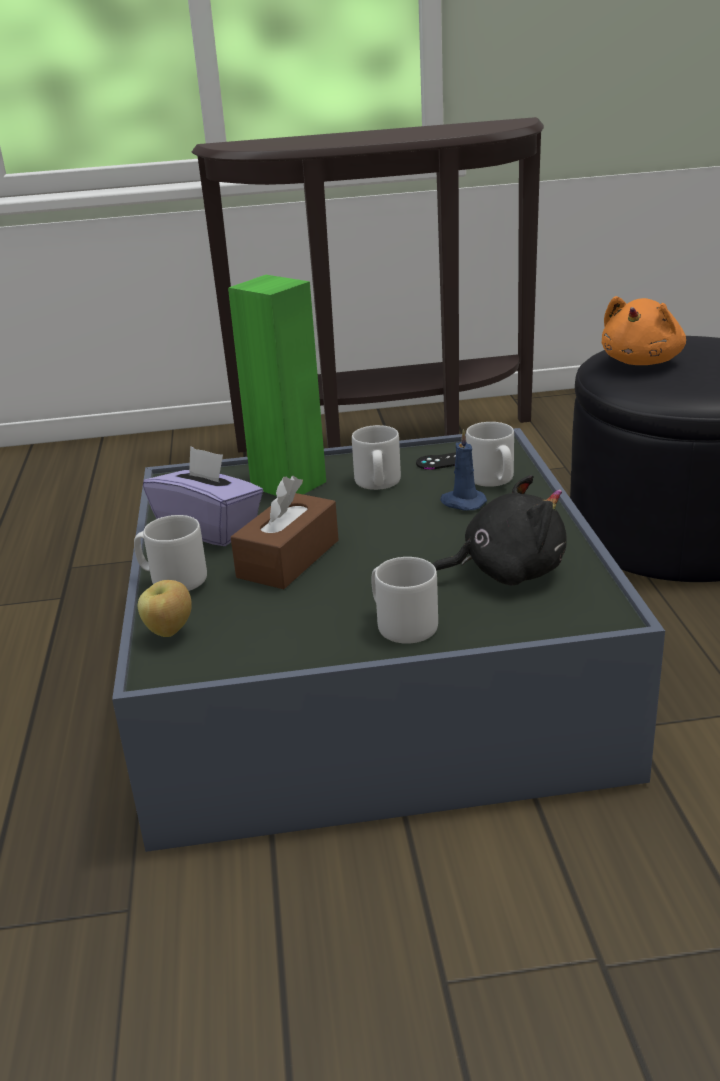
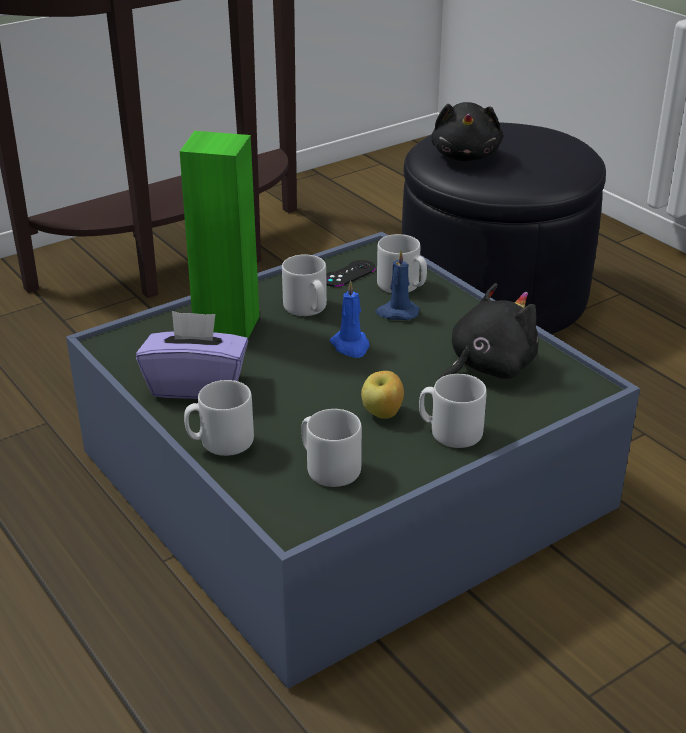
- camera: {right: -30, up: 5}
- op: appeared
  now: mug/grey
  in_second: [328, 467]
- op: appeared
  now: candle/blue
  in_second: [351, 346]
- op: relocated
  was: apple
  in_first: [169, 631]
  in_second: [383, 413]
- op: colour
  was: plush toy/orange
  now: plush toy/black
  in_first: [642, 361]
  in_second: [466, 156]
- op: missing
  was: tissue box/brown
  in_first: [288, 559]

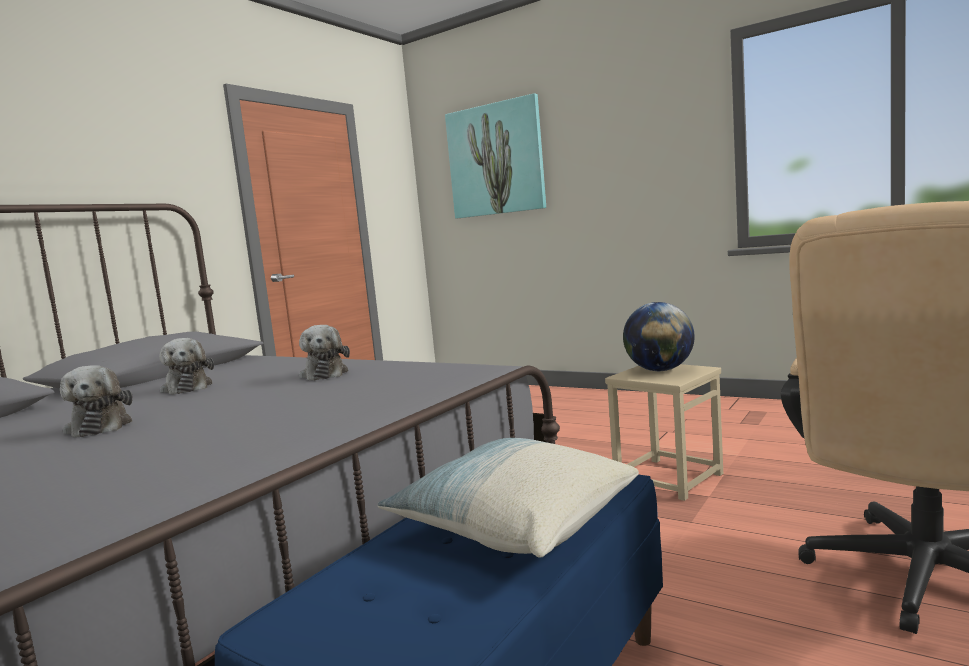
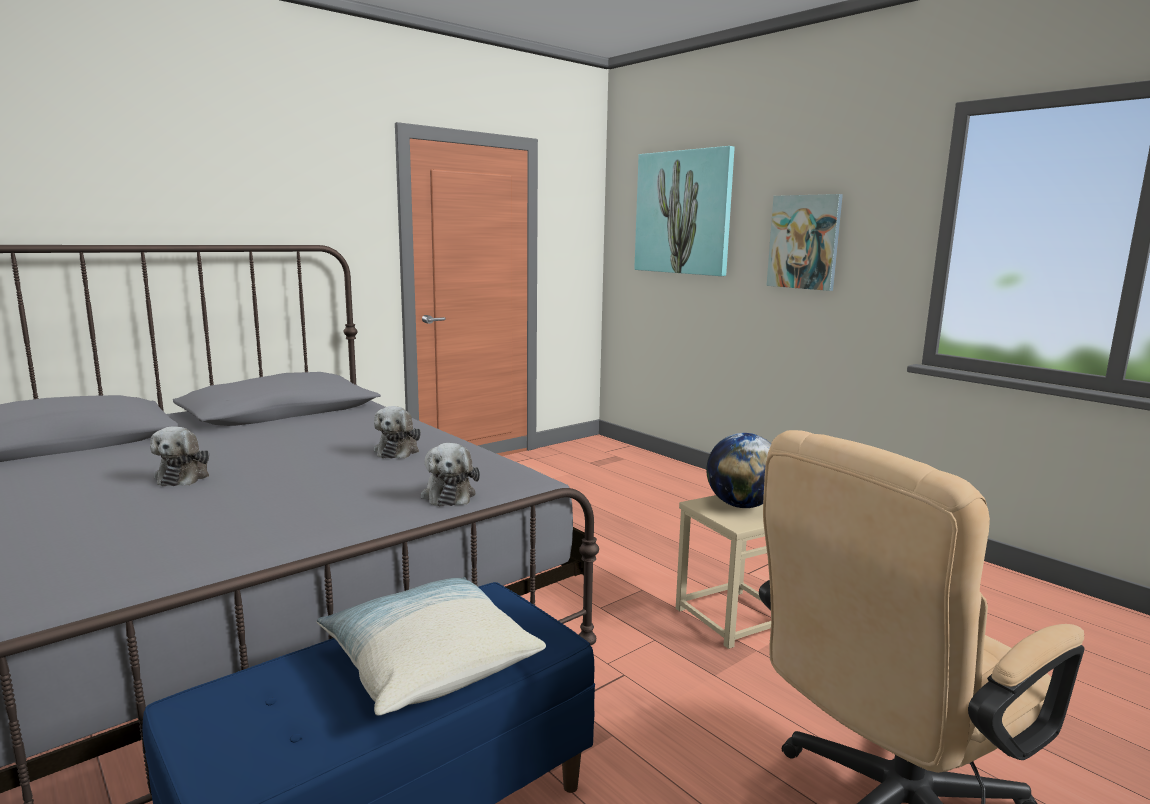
- camera: {right: 15, up: 5}
- op: relocated
  was: plush toy
  in_first: [187, 387]
  in_second: [448, 494]
- op: appeared
  now: picture
  in_second: [804, 242]

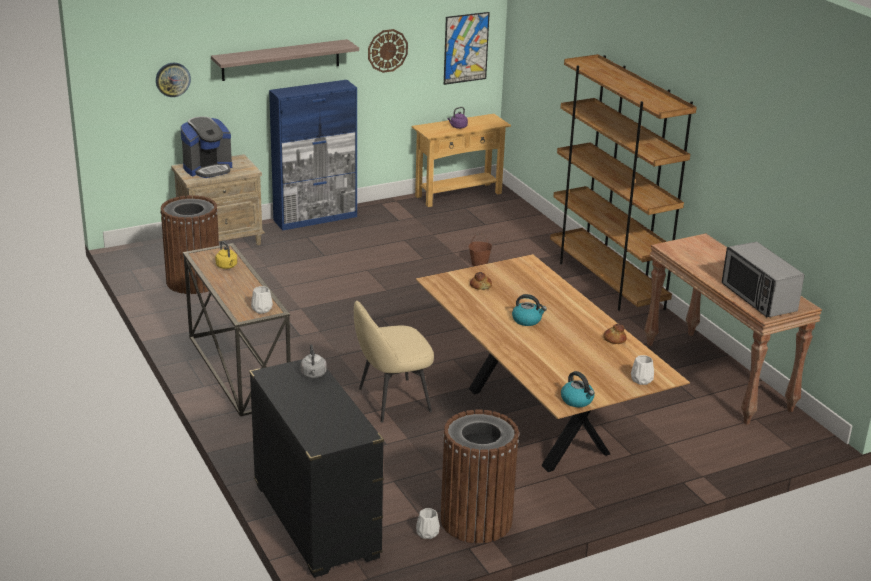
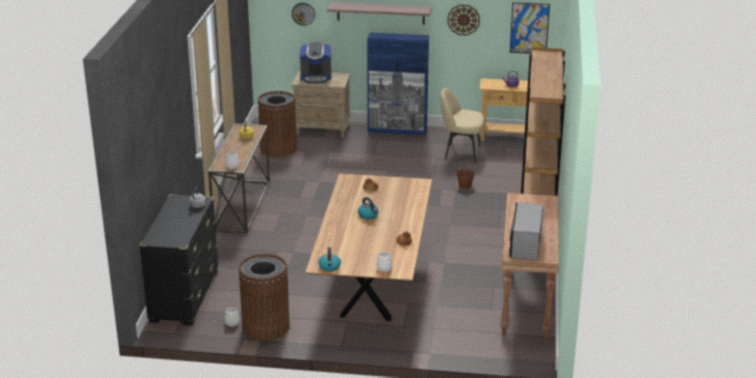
- camera: {right: 35, up: 0}
- op: relocated
  was: chair/beige
  in_first: [392, 400]
  in_second: [461, 153]

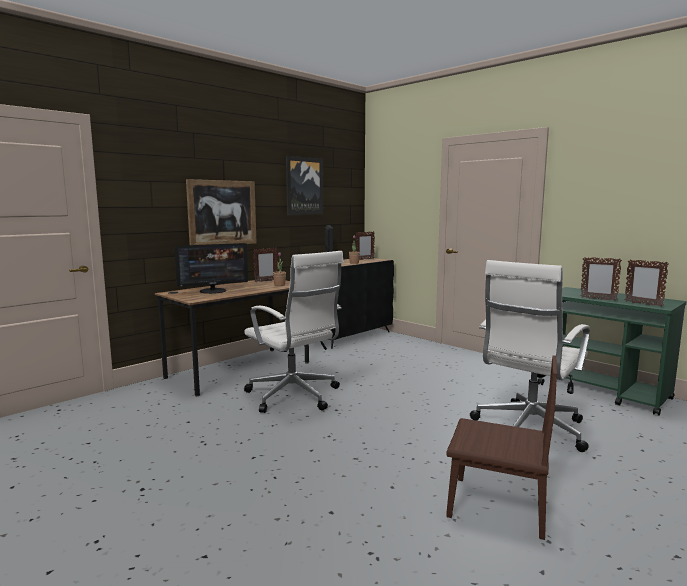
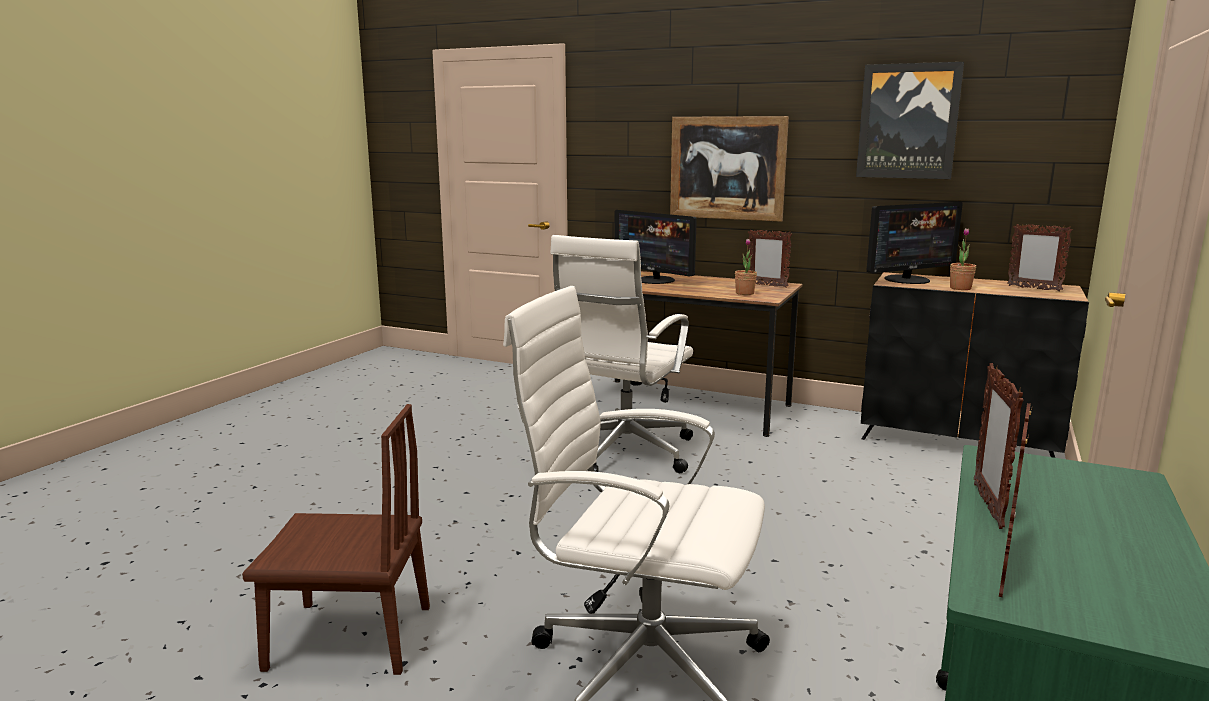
- camera: {right: 70, up: 5}
- op: spun
  was: chair/brown
  in_first: [497, 506]
  in_second: [349, 637]
  clockwise: -90

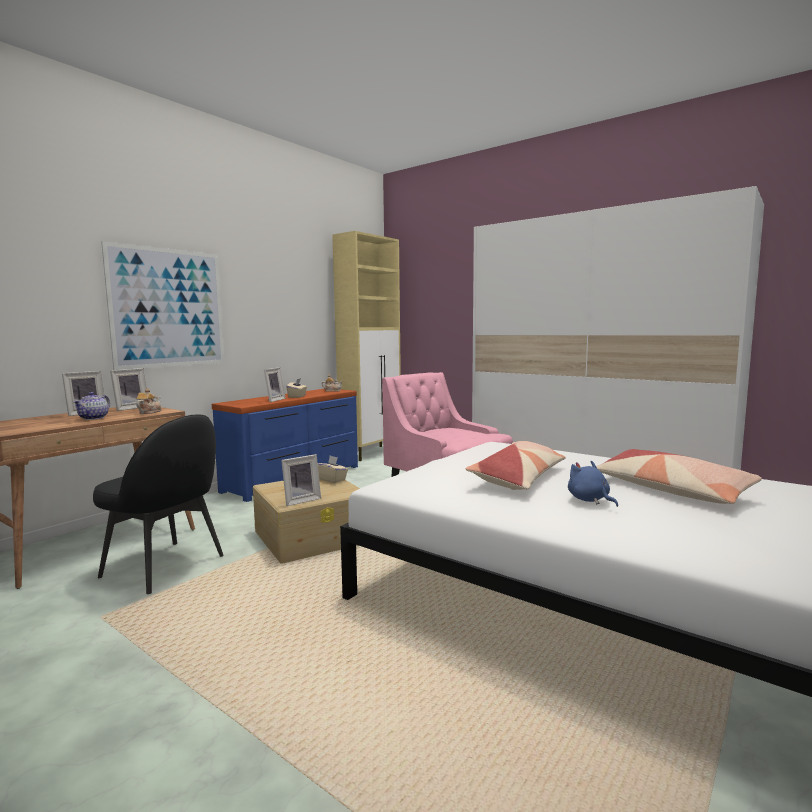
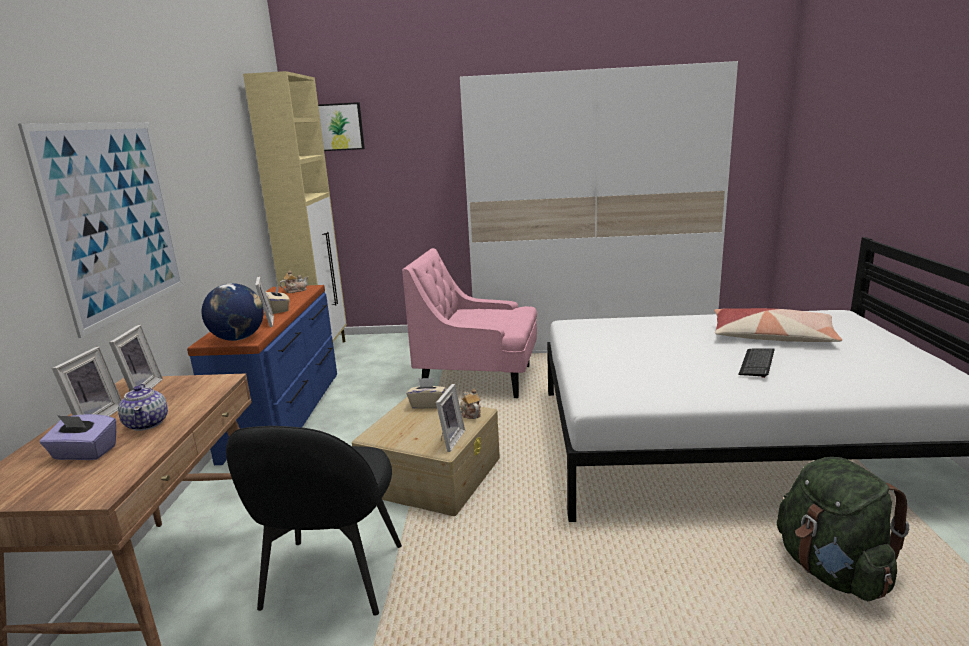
- camera: {right: -35, up: 10}
- op: appeared
  now: tissue box/purple
  in_second: [84, 453]
- op: appeared
  now: globe
  in_second: [238, 338]
- op: spun
  was: chair/black
  in_first: [165, 567]
  in_second: [332, 579]
  clockwise: 105
- op: appeared
  now: picture
  in_second: [340, 127]
- op: relocated
  was: teapot
  in_first: [149, 412]
  in_second: [470, 414]
- op: exchanged
  was: plush toy/blue
  now: keyboard
  in_first: [590, 500]
  in_second: [756, 363]
- op: appeared
  now: backpack/green
  in_second: [831, 570]
- op: missing
  was: pillow
  in_first: [519, 478]

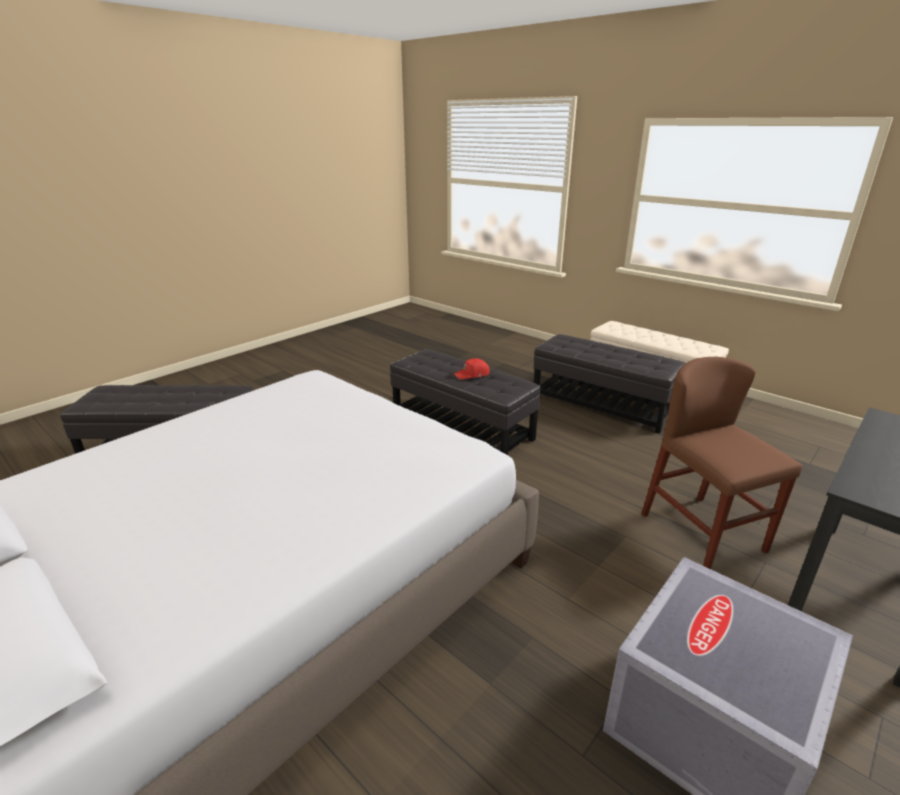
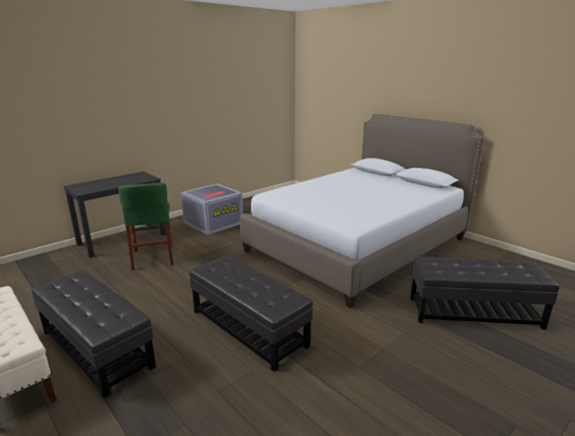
- camera: {right: -175, up: -5}
- op: colour
  was: chair/brown
  now: chair/green
  in_first: [702, 532]
  in_second: [153, 257]
- op: missing
  was: cap/red
  in_first: [472, 374]

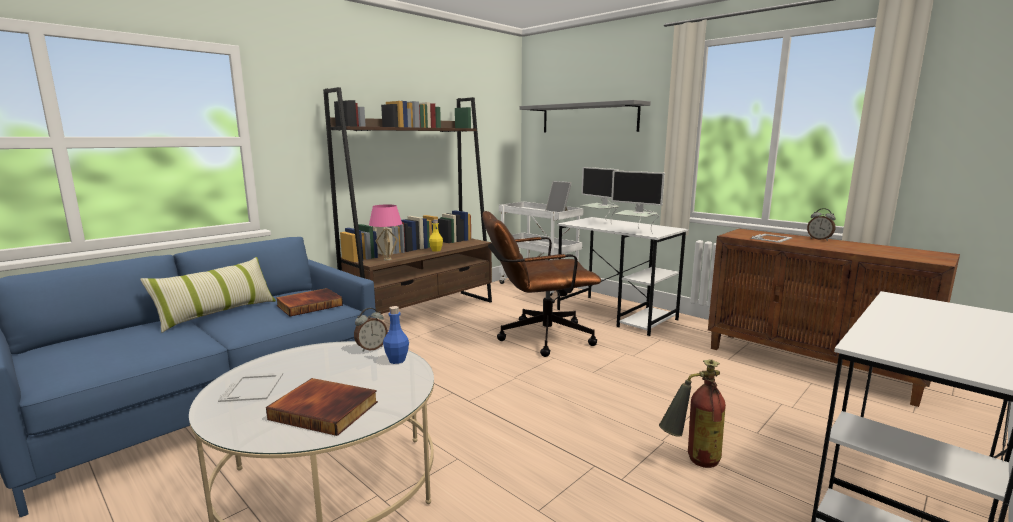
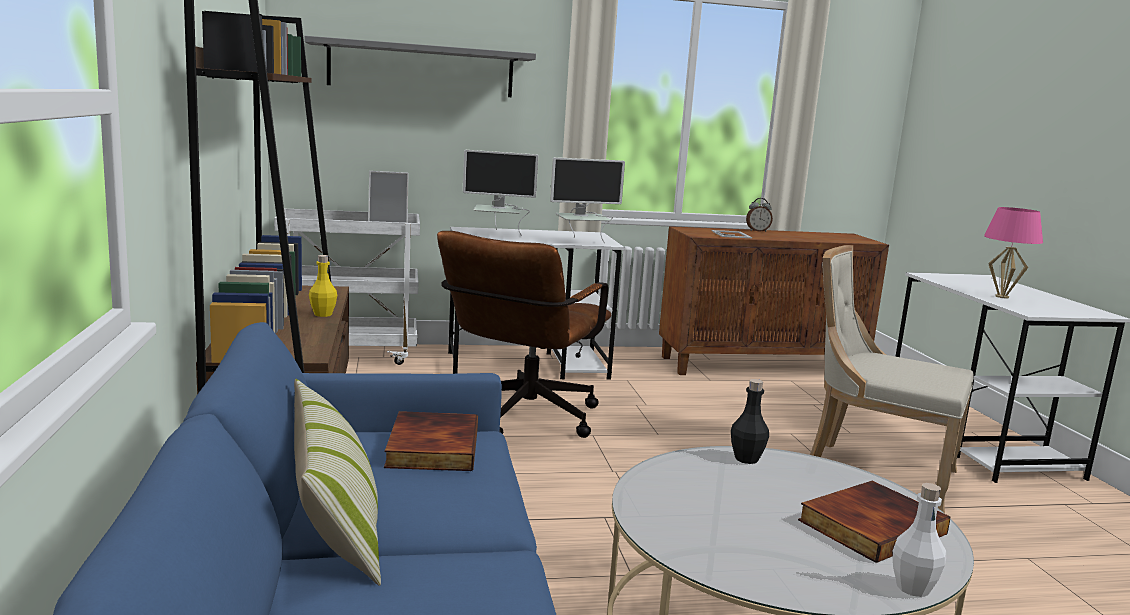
- camera: {right: -55, up: 0}
- op: colour
  was: bottle/blue
  now: bottle/black
  in_first: [397, 360]
  in_second: [746, 459]
- op: exchanged
  was: fire extinguisher
  now: chair/beige
  in_first: [691, 461]
  in_second: [873, 473]
- op: appeared
  now: bottle/white
  in_second: [913, 588]
- op: relocated
  was: table lamp/pink
  in_first: [387, 259]
  in_second: [1002, 297]
- op: missing
  was: picture frame
  in_first: [253, 386]
- op: missing
  was: alarm clock
  in_first: [371, 348]

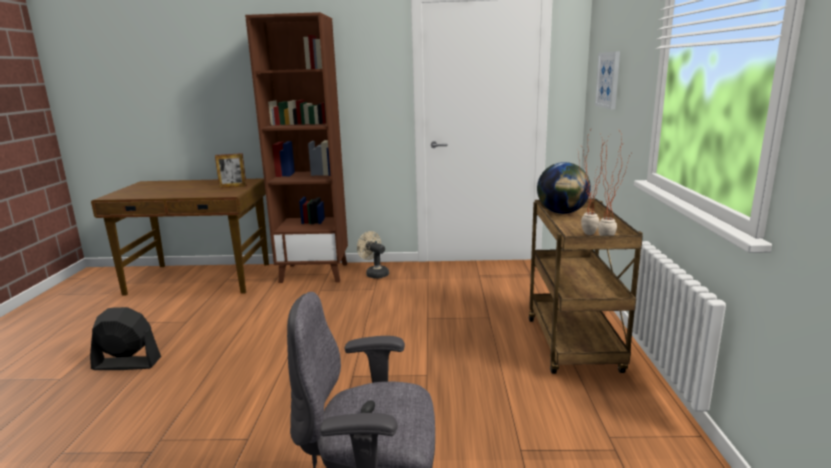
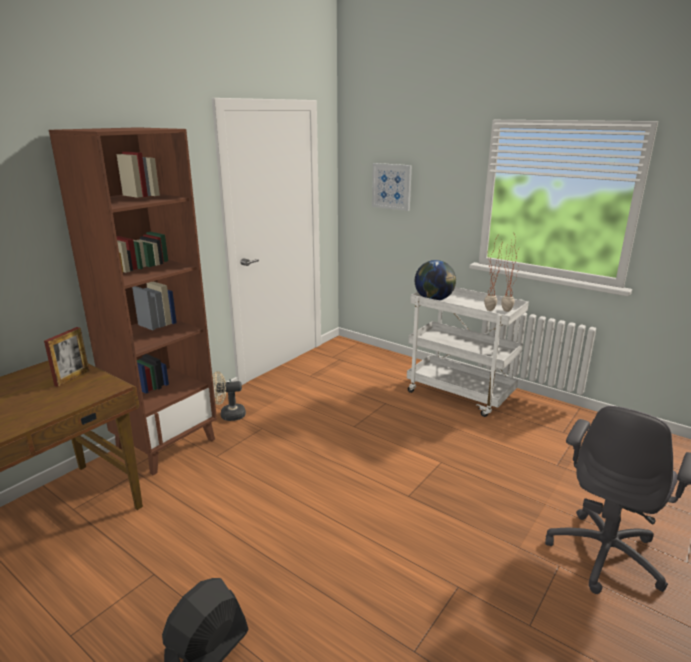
- camera: {right: -55, up: 5}
- op: colour
  was: cart/brown
  now: cart/white
  in_first: [574, 346]
  in_second: [460, 394]

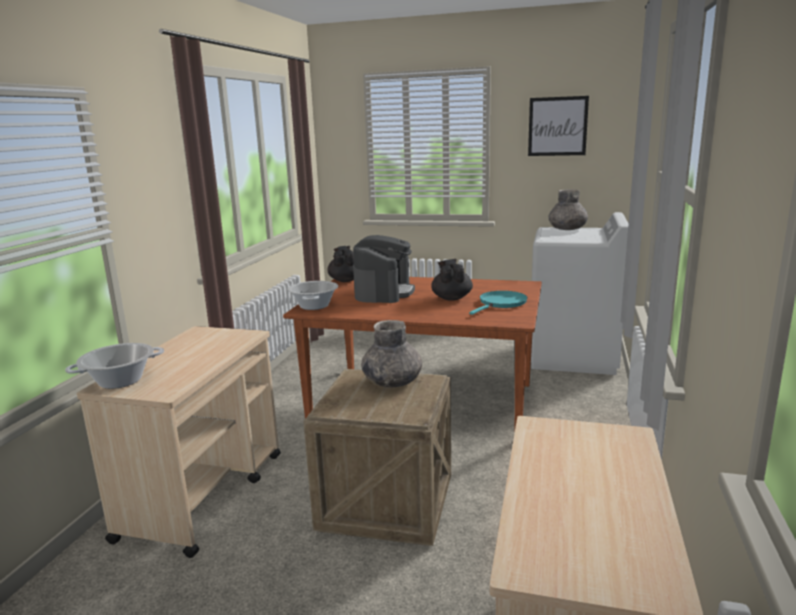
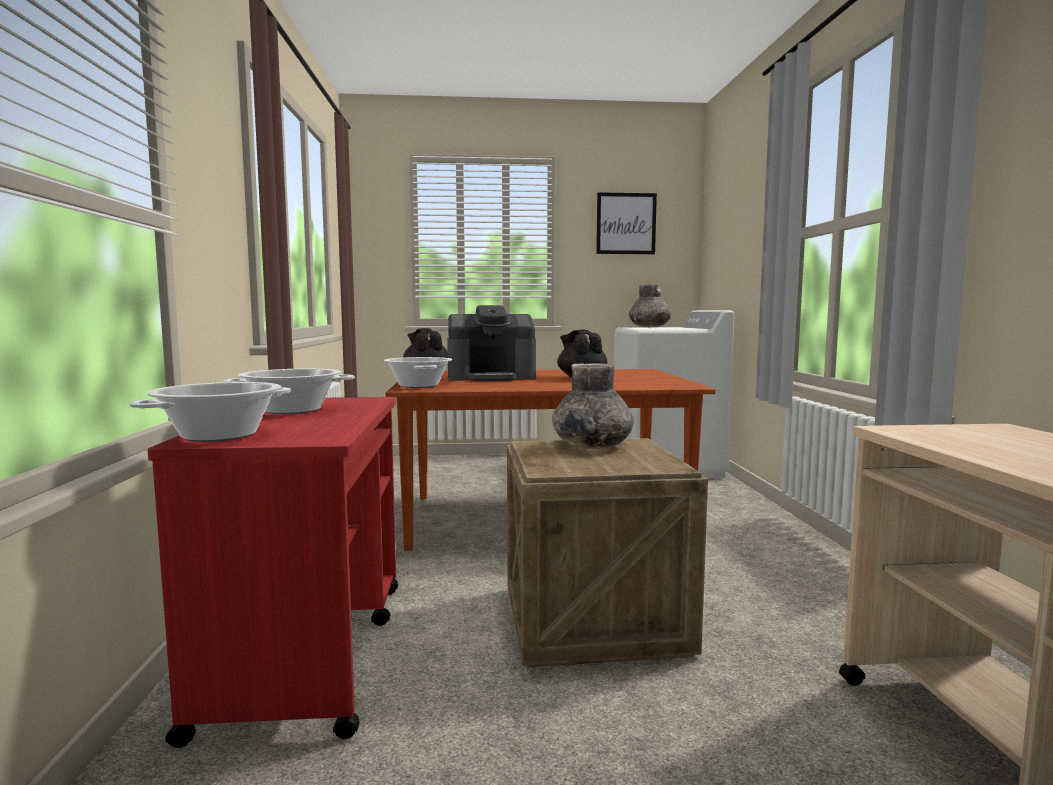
- camera: {right: -20, up: -10}
- op: colour
  was: cart/beige
  now: cart/red
  in_first: [204, 494]
  in_second: [310, 651]
- op: appeared
  now: cooking pot
  in_second: [292, 410]
- op: spun
  was: coffee machine
  in_first: [384, 292]
  in_second: [491, 377]
  clockwise: 90
- op: missing
  was: frying pan/turquoise
  in_first: [501, 303]

